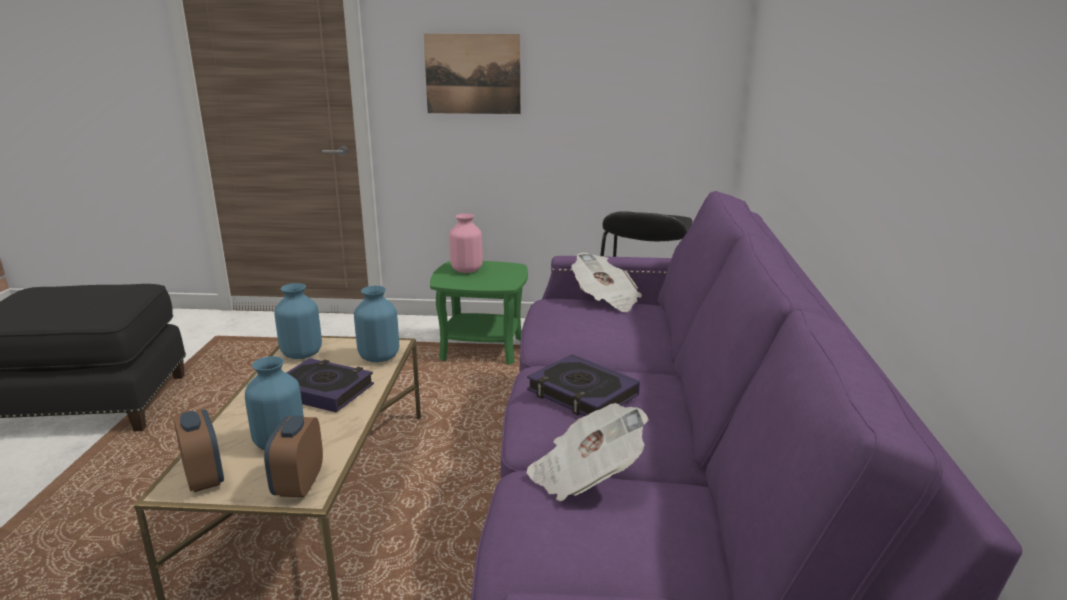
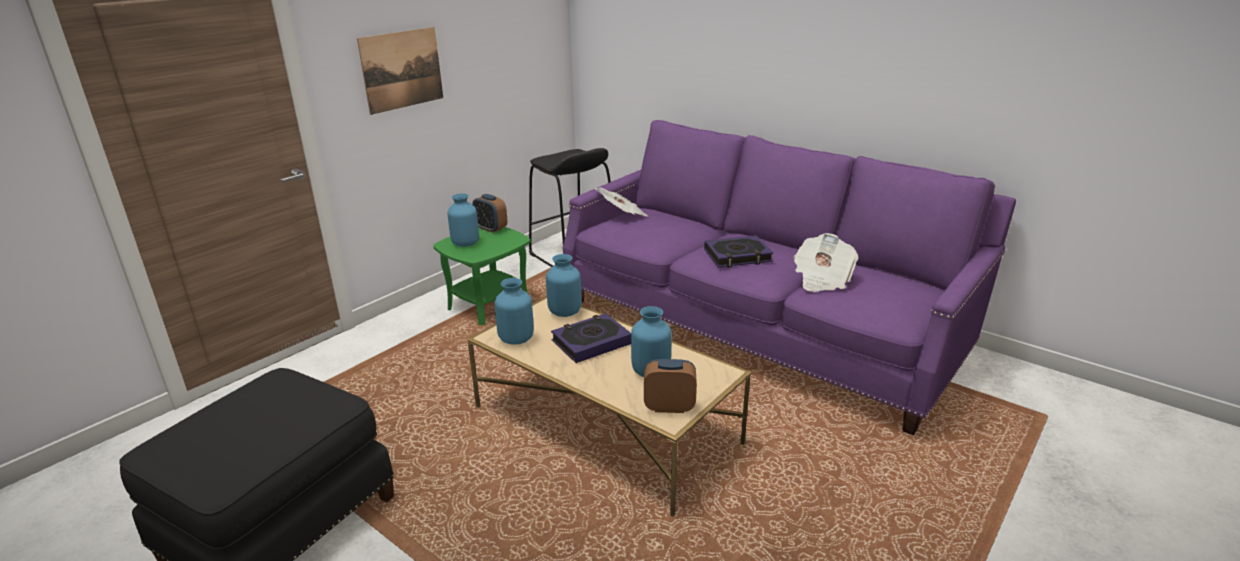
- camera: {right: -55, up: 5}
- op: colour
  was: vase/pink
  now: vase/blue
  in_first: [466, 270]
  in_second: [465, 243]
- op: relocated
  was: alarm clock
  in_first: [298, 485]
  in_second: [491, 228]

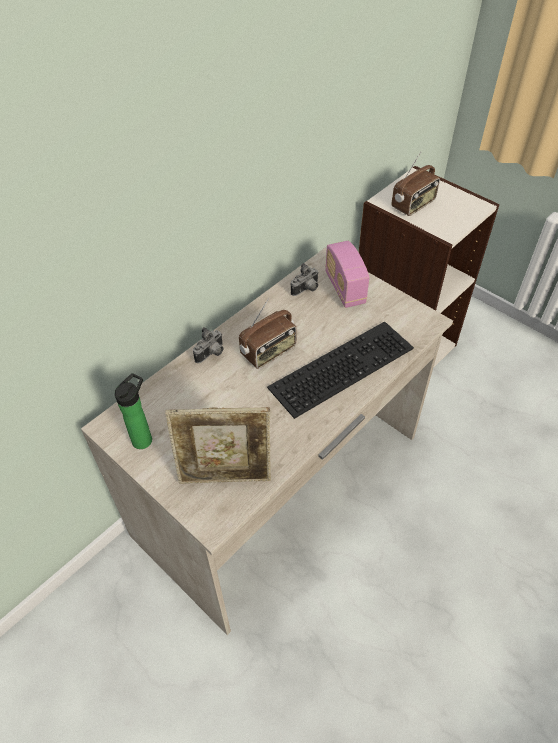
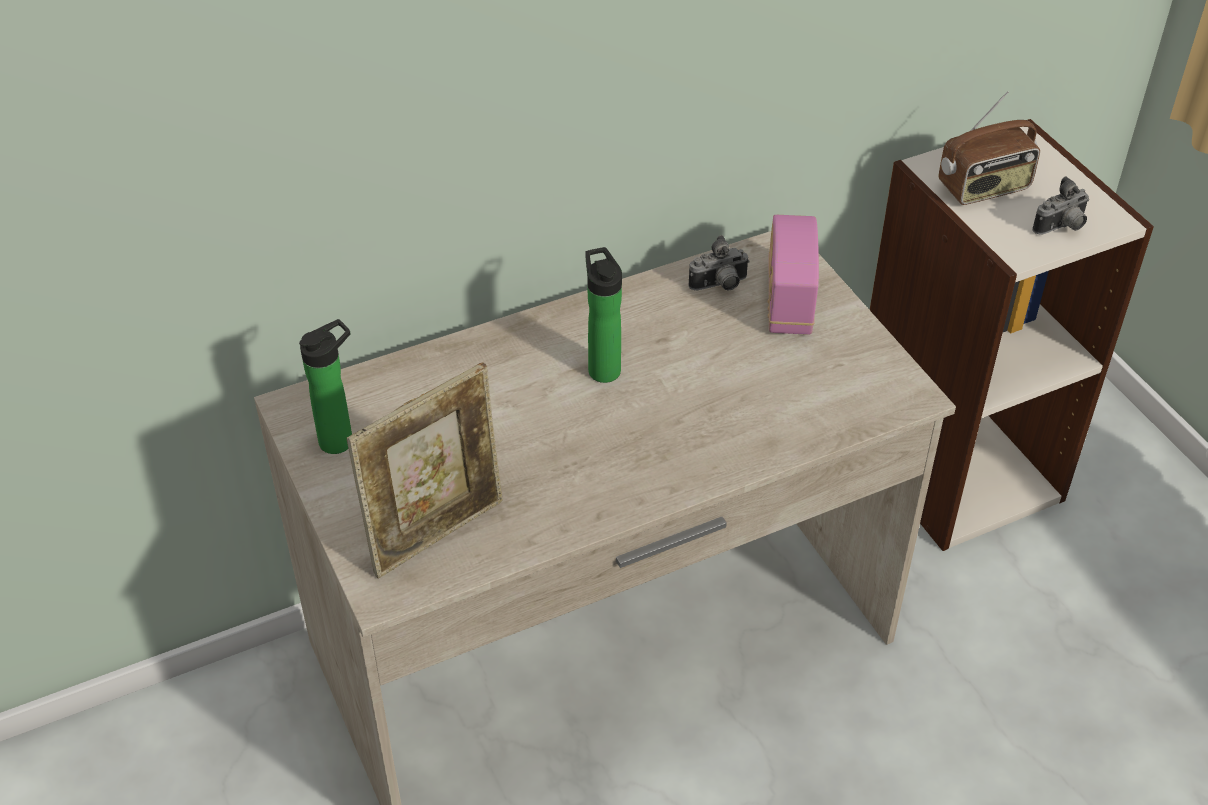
- camera: {right: 20, up: -5}
- op: spun
  was: picture frame
  in_first: [226, 477]
  in_second: [437, 533]
  clockwise: -60
- op: exchanged
  was: radio
  now: bottle
  in_first: [269, 352]
  in_second: [602, 368]
- op: relocated
  was: photo camera
  in_first: [211, 354]
  in_second: [1061, 228]
- op: missing
  was: keyboard
  in_first: [341, 365]

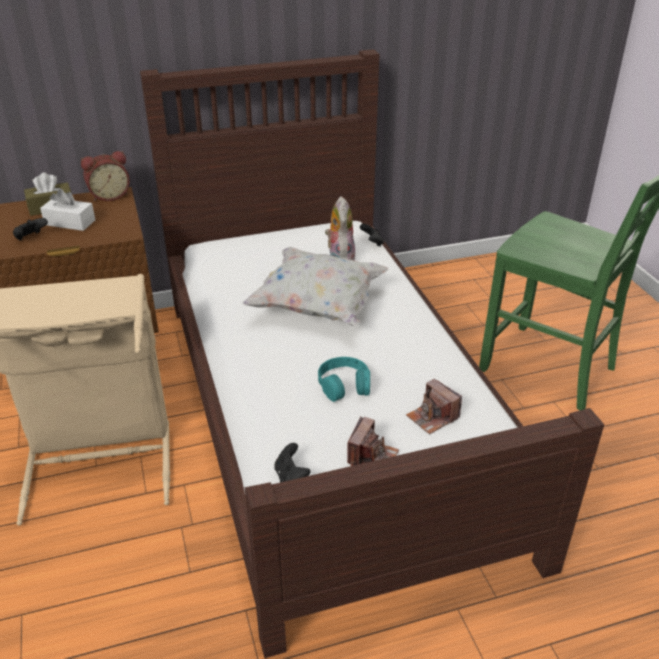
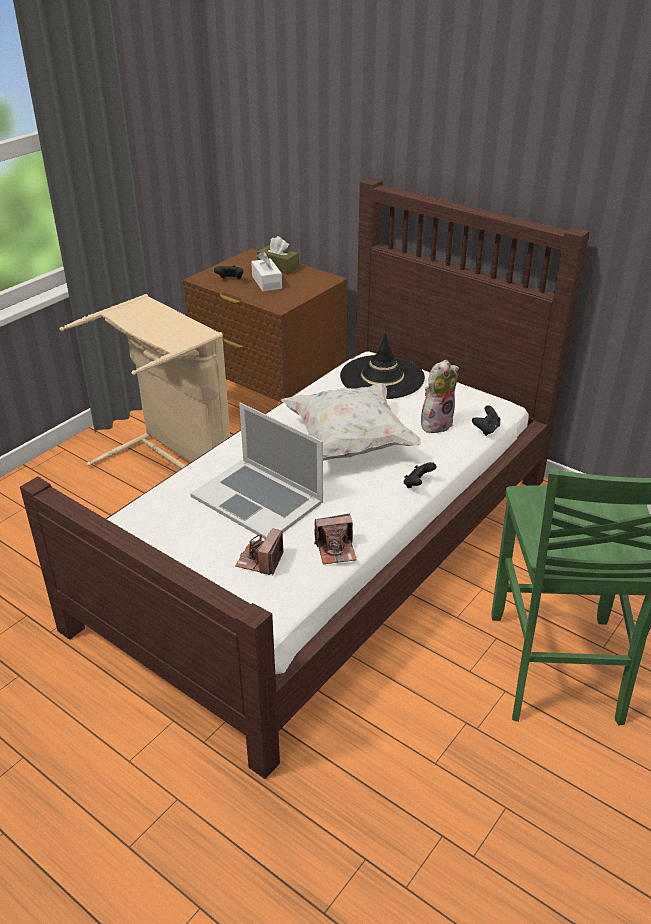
- camera: {right: 55, up: 0}
- op: exchanged
  was: headphones/turquoise
  now: laptop
  in_first: [344, 385]
  in_second: [258, 499]
- op: relocated
  was: photo camera
  in_first: [372, 457]
  in_second: [336, 550]
- op: appeared
  now: hat/black
  in_second: [382, 377]
- op: relocated
  was: game controller/black
  in_first: [291, 476]
  in_second: [417, 484]
- op: missing
  was: alarm clock
  in_first: [109, 196]

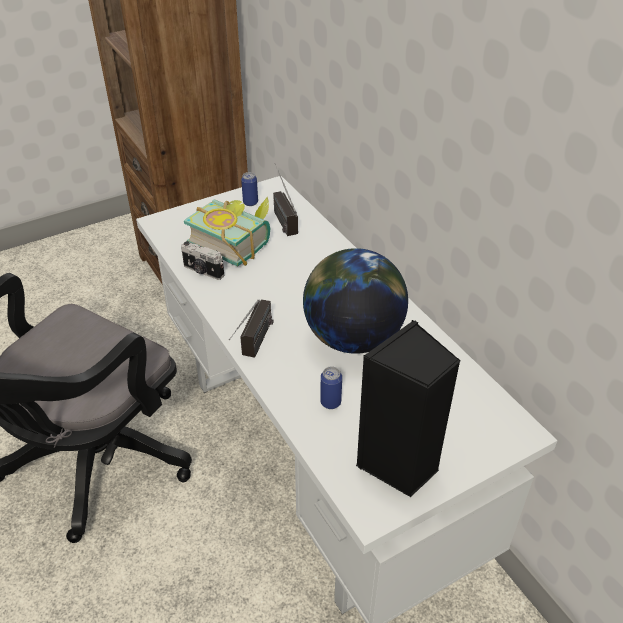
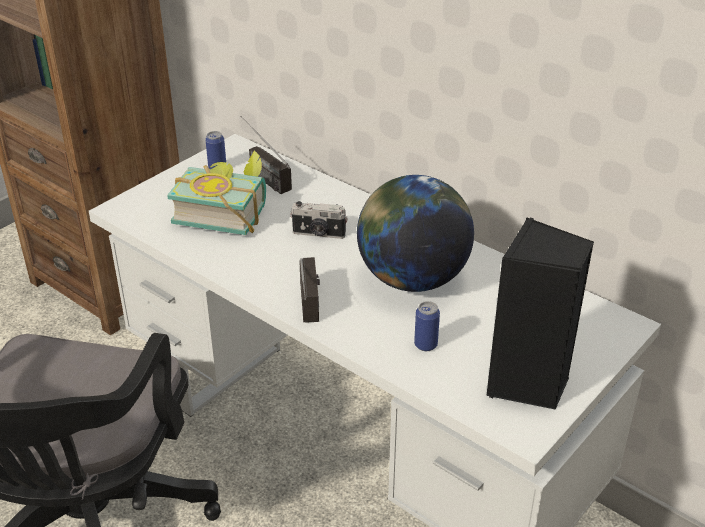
- camera: {right: -20, up: -5}
- op: relocated
  was: photo camera
  in_first: [203, 271]
  in_second: [318, 234]

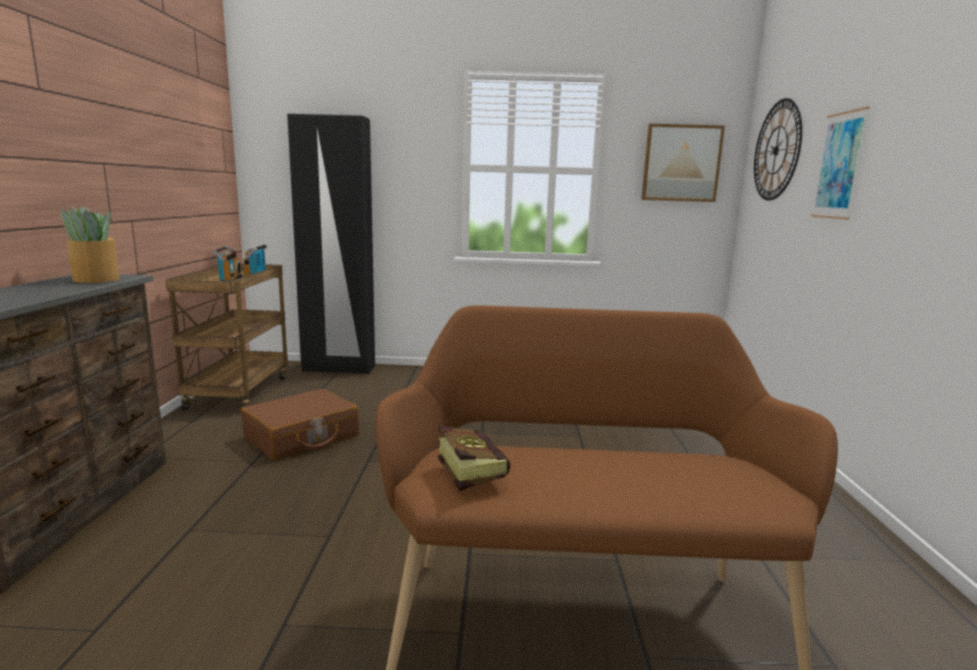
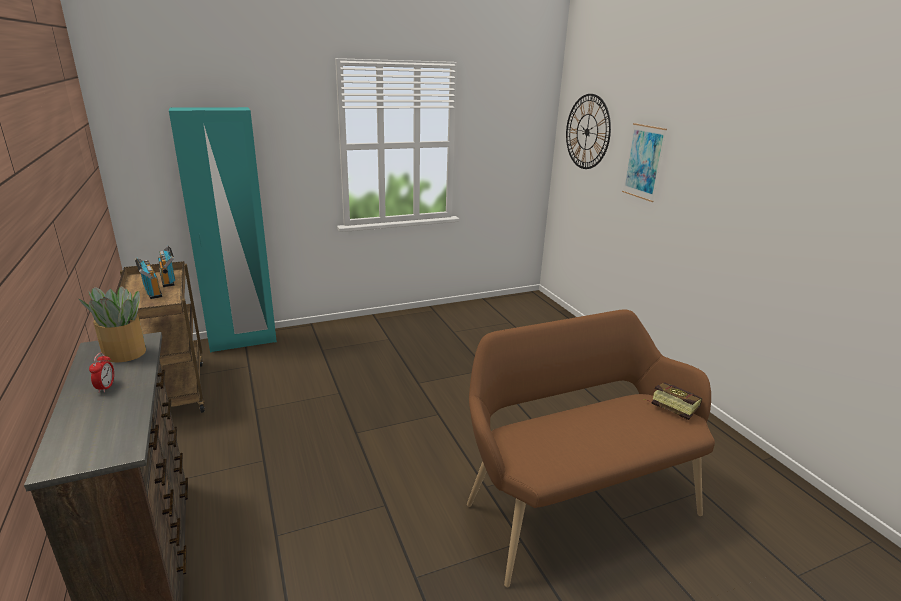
- camera: {right: -25, up: 10}
- op: appeared
  now: alarm clock
  in_second: [106, 387]
- op: colour
  was: wardrobe/black
  now: wardrobe/turquoise
  in_first: [338, 368]
  in_second: [243, 341]
- op: relocated
  was: book
  in_first: [468, 473]
  in_second: [669, 407]
- op: missing
  was: suitcase/brown
  in_first: [302, 437]
- op: missing
  was: picture
  in_first: [681, 163]

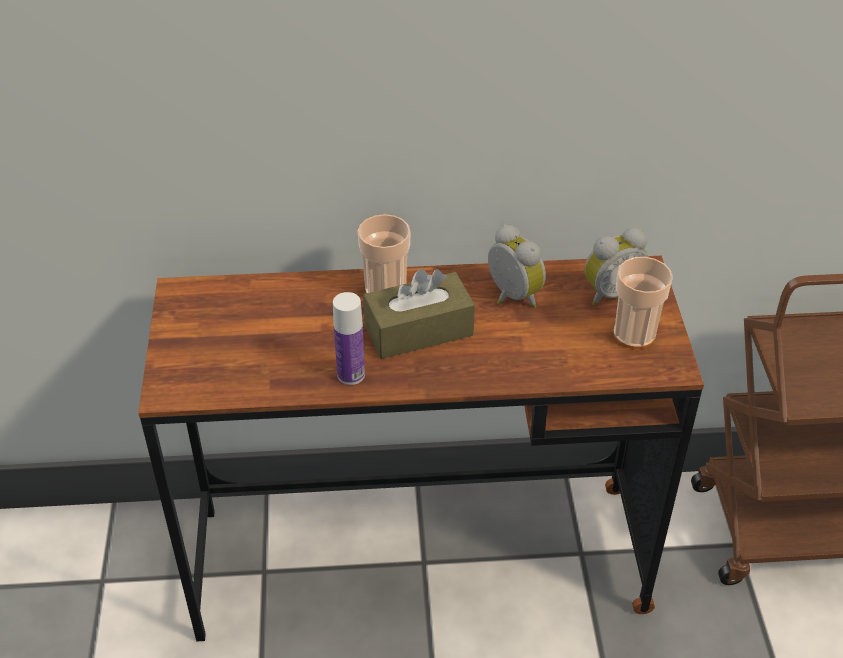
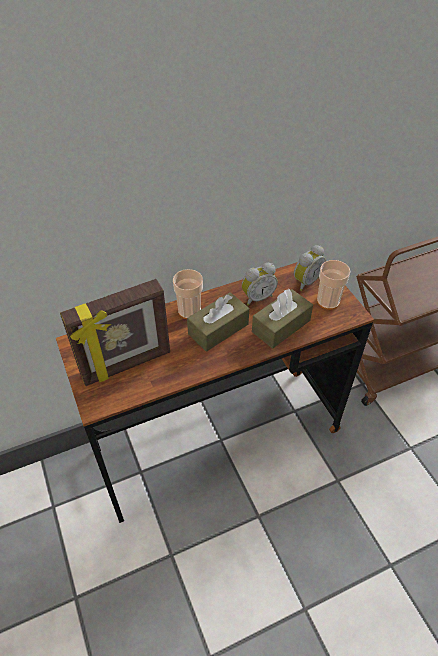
- camera: {right: -20, up: 5}
- op: appeared
  now: picture frame
  in_second: [126, 365]
- op: spun
  was: alarm clock
  in_first: [511, 297]
  in_second: [257, 297]
  clockwise: 120
- op: appeared
  now: tissue box/brown
  in_second: [281, 326]
- op: missing
  was: bottle
  in_first: [351, 374]

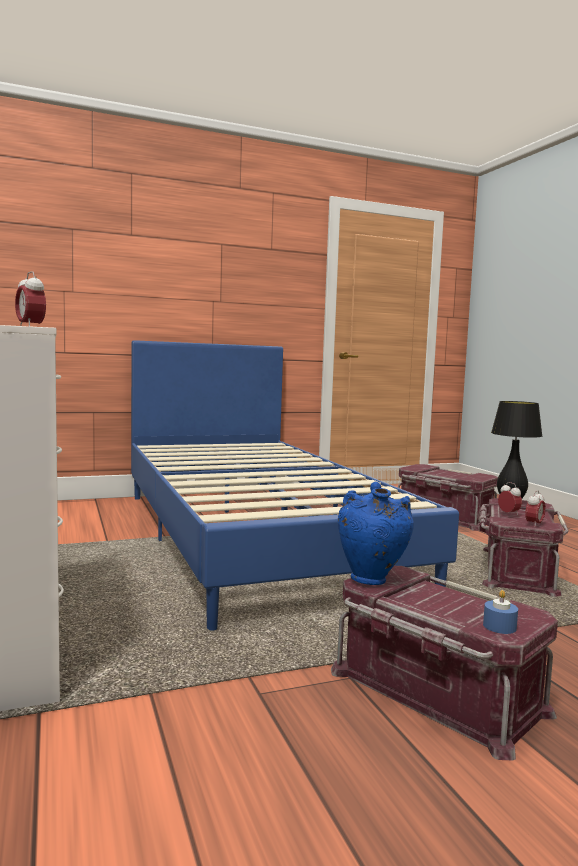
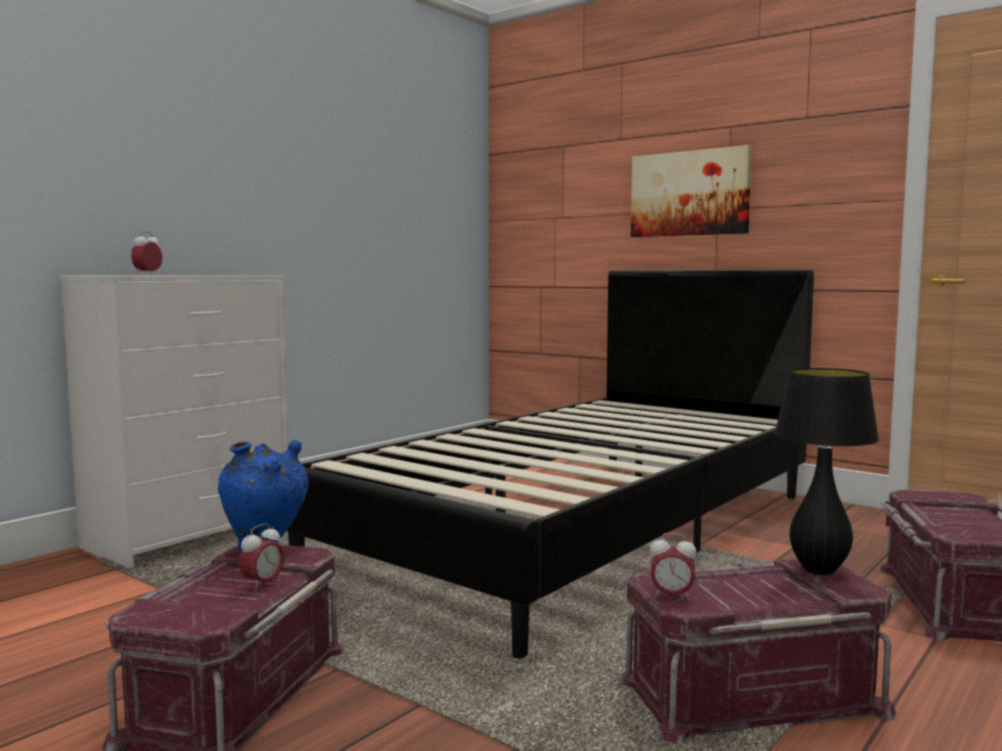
- camera: {right: 60, up: 0}
- op: relocated
  was: alarm clock
  in_first: [509, 514]
  in_second: [263, 584]
- op: colour
  was: bed/blue
  now: bed/black
  in_first: [252, 536]
  in_second: [583, 530]
- op: appeared
  now: picture
  in_second: [689, 193]
- op: missing
  was: candle/blue
  in_first: [499, 626]

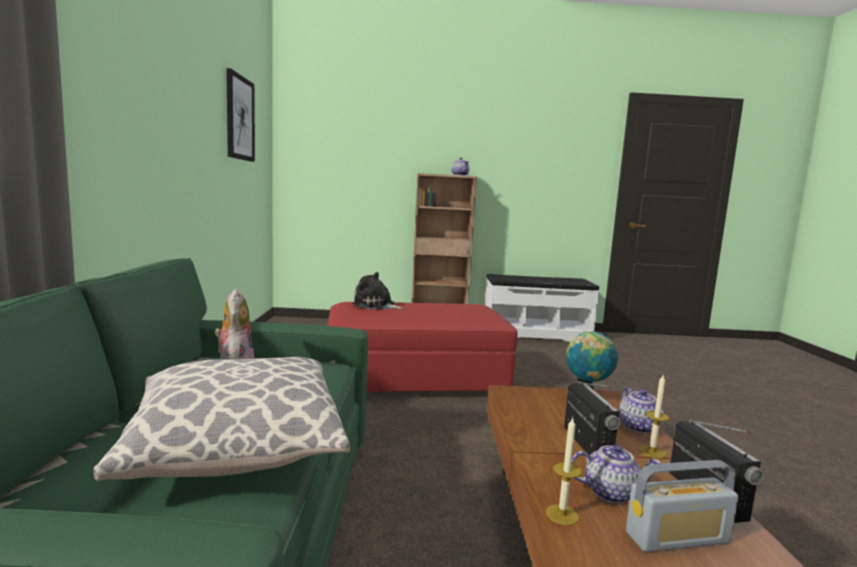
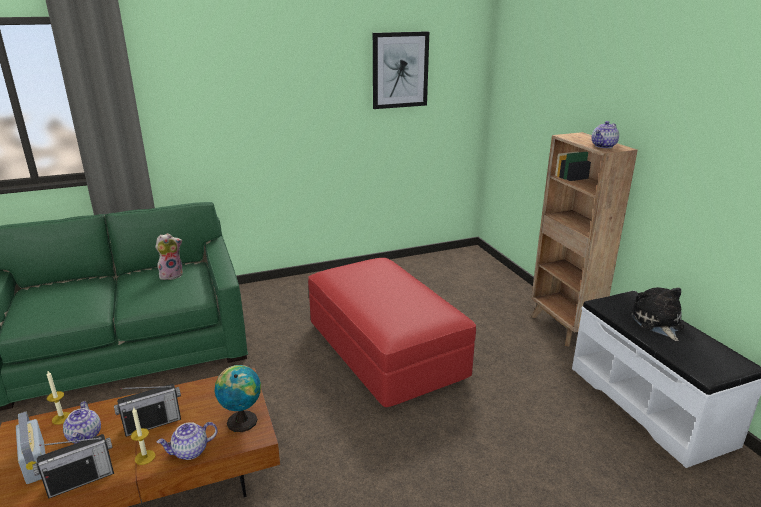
- camera: {right: 70, up: 15}
- op: relocated
  was: plush toy
  in_first: [376, 305]
  in_second: [657, 323]
- op: missing
  was: pillow
  in_first: [236, 449]

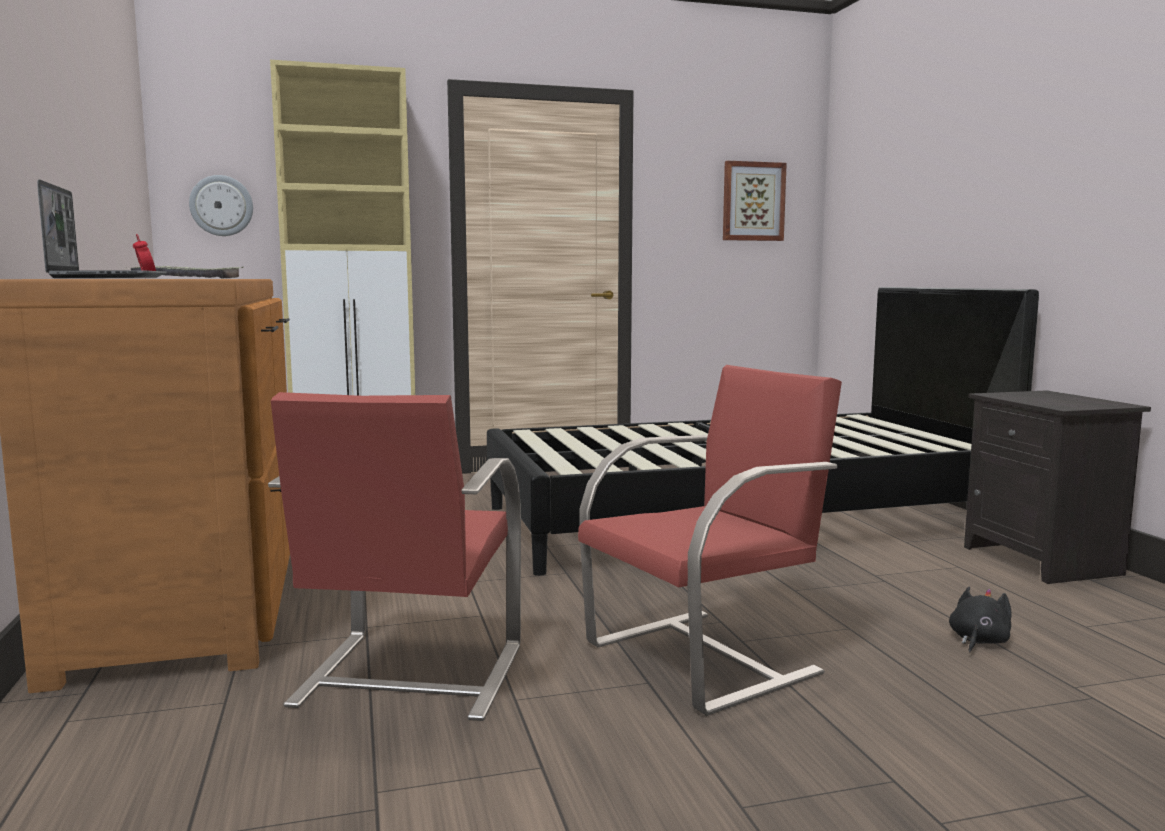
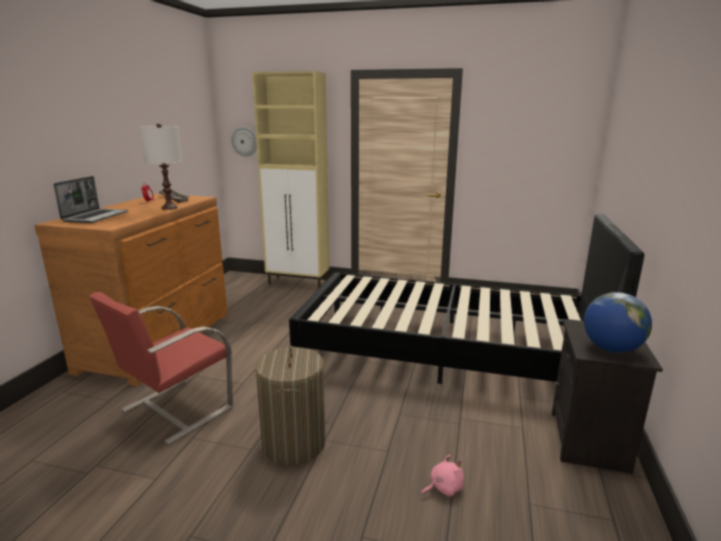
- camera: {right: 30, up: 10}
- op: appeared
  now: table lamp/white
  in_second: [169, 208]
- op: exchanged
  was: chair/red
  now: laundry basket
  in_first: [705, 658]
  in_second: [294, 444]
- op: colour
  was: plush toy/black
  now: plush toy/pink
  in_first: [978, 641]
  in_second: [443, 488]
- op: appeared
  now: globe
  in_second: [611, 348]
- op: missing
  was: picture
  in_first: [753, 201]

